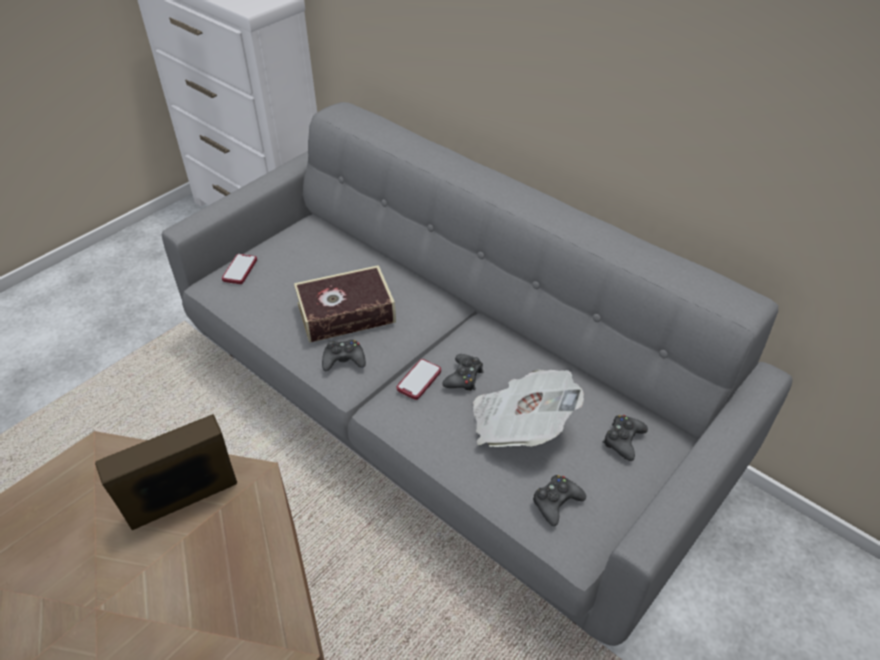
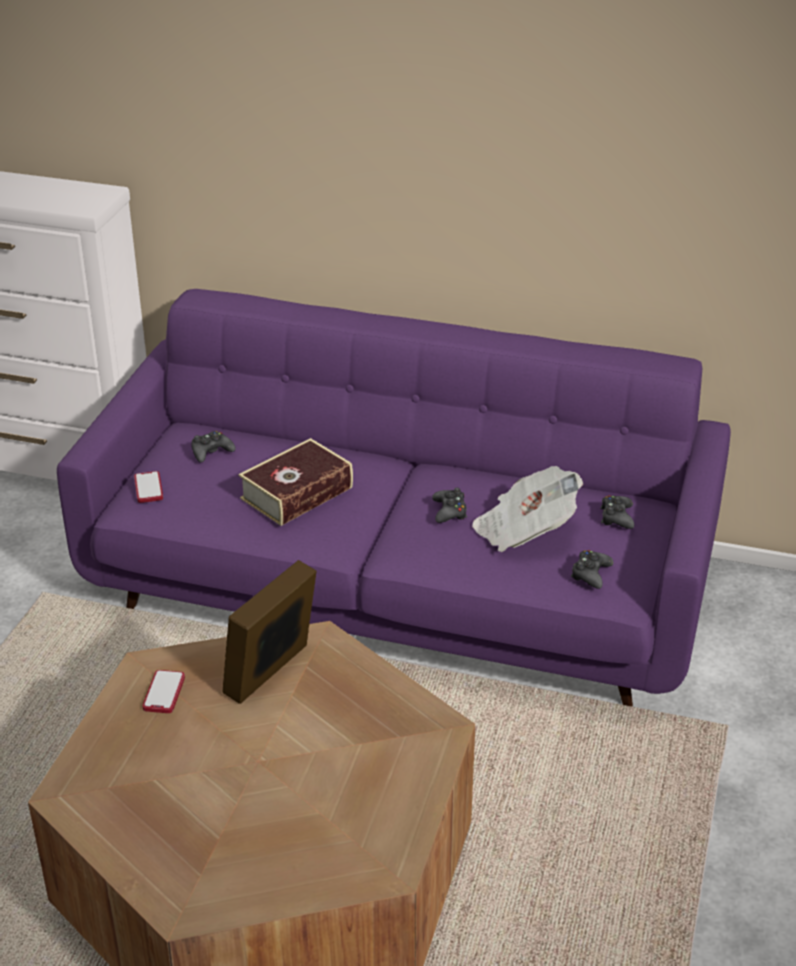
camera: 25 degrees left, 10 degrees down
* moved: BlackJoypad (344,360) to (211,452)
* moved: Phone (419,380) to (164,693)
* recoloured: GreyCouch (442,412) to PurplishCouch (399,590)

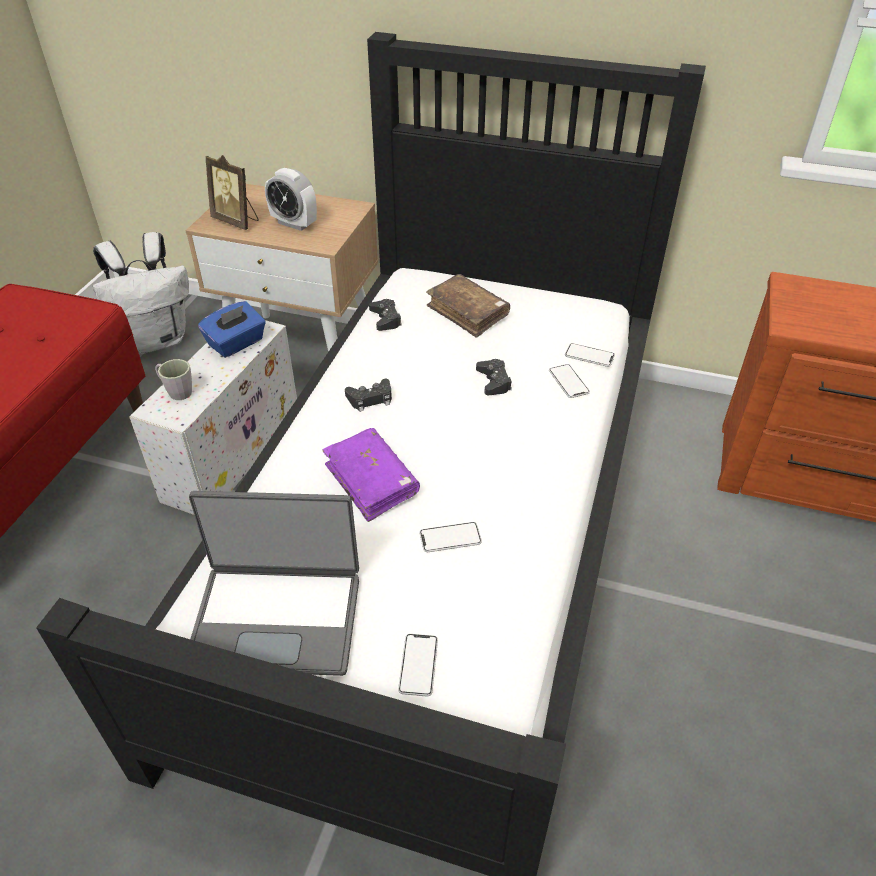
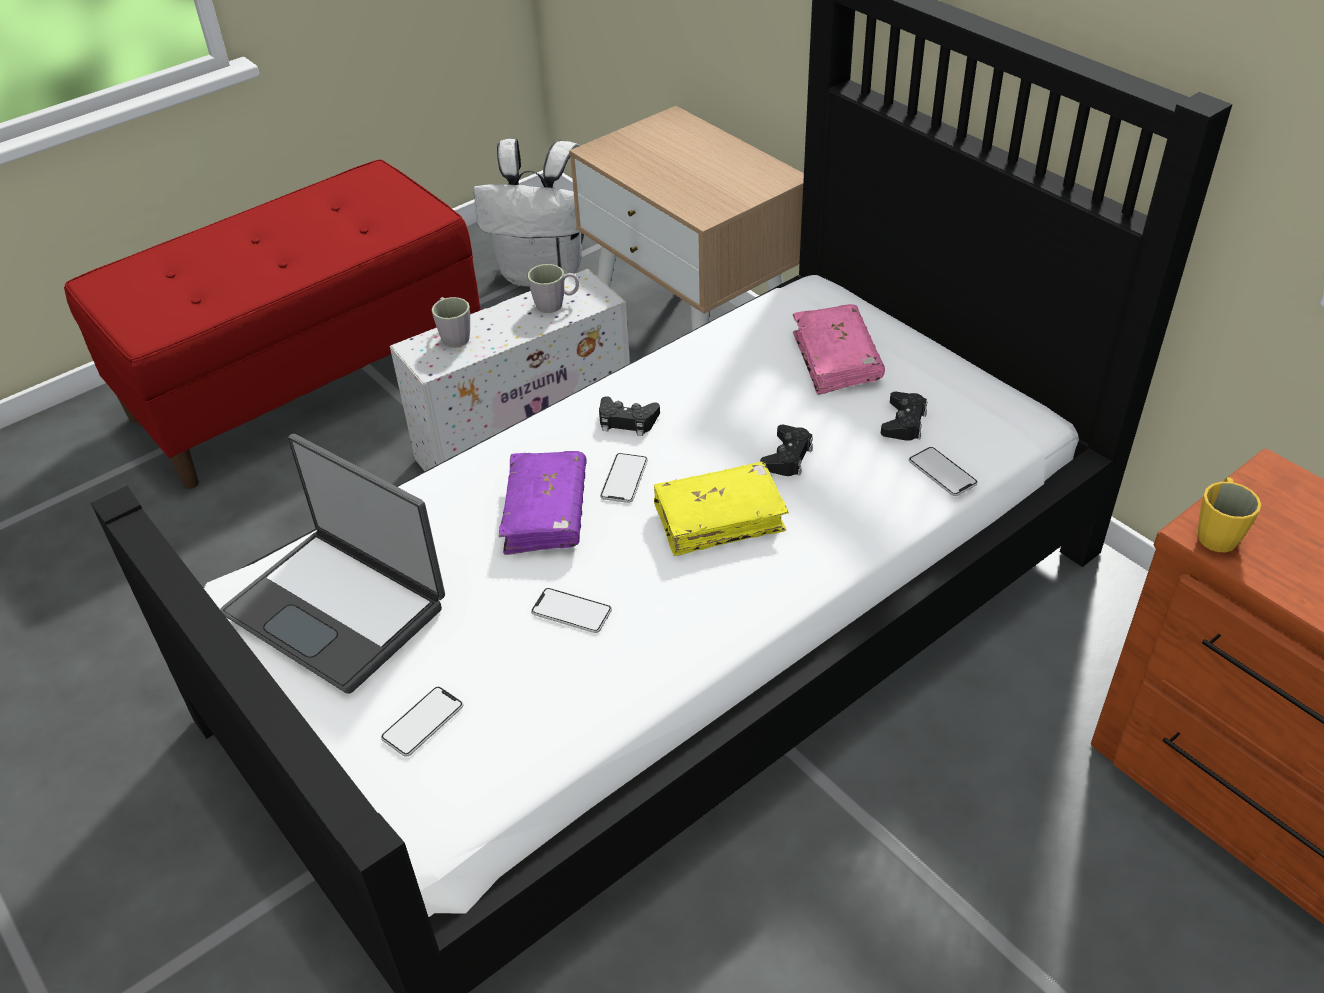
camera: 35 degrees right, 0 degrees up
* removed: StandingFrame (237,221)
* removed: AlarmClock (294,223)
* added: YellowishBoundBook (719,518)
* added: YellowishTeaMug (1217,532)
* moved: BlackJoypad (385,319) to (904,422)
* moved: Phone (568,382) to (624,479)
* replaced: BluishBoxOfTissues (236,343) to GreyTeaMug (555,304)
* recoloured: BrownBoundBook (467,313) to PinkColouredBoundBook (836,359)

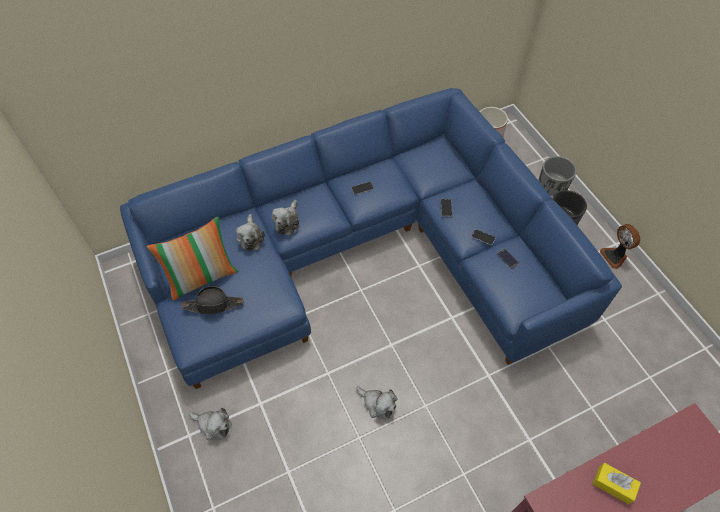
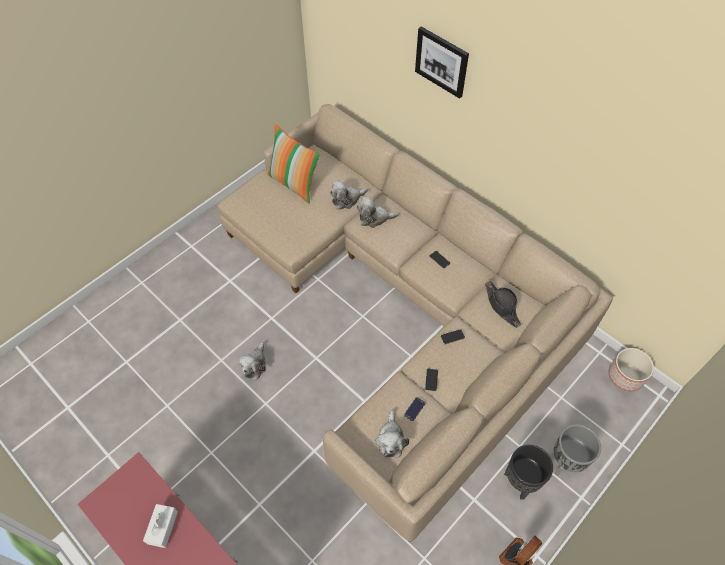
camera: 70 degrees right, 0 degrees up
* added: Picture (442,61)
* moved: BlackClothingHat (213,305) to (502,306)
* moved: PlushToy (213,425) to (391,439)
* recoloured: BluishCouch (362,253) to SandColouredCouch (402,304)
* recoloured: YellowishBoxOfTissues (613,485) to WhiteColouredBoxOfTissues (162,527)

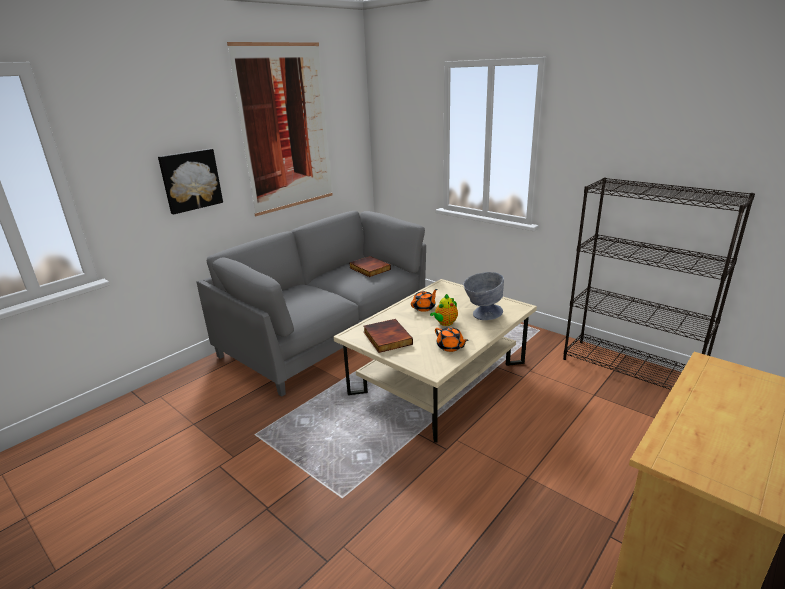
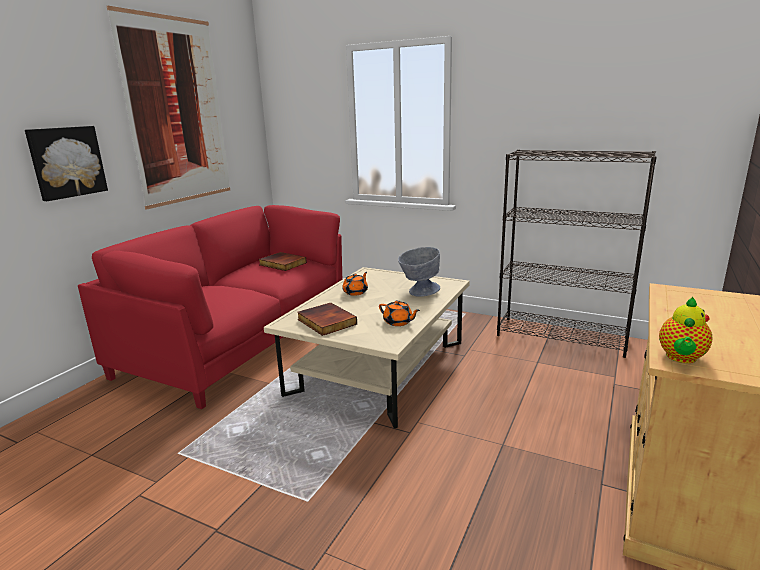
camera: 15 degrees left, 5 degrees down
* moved: TeaPot (445,323) to (681,358)
* recoloured: GreyCouch (327,334) to RedCouch (239,341)

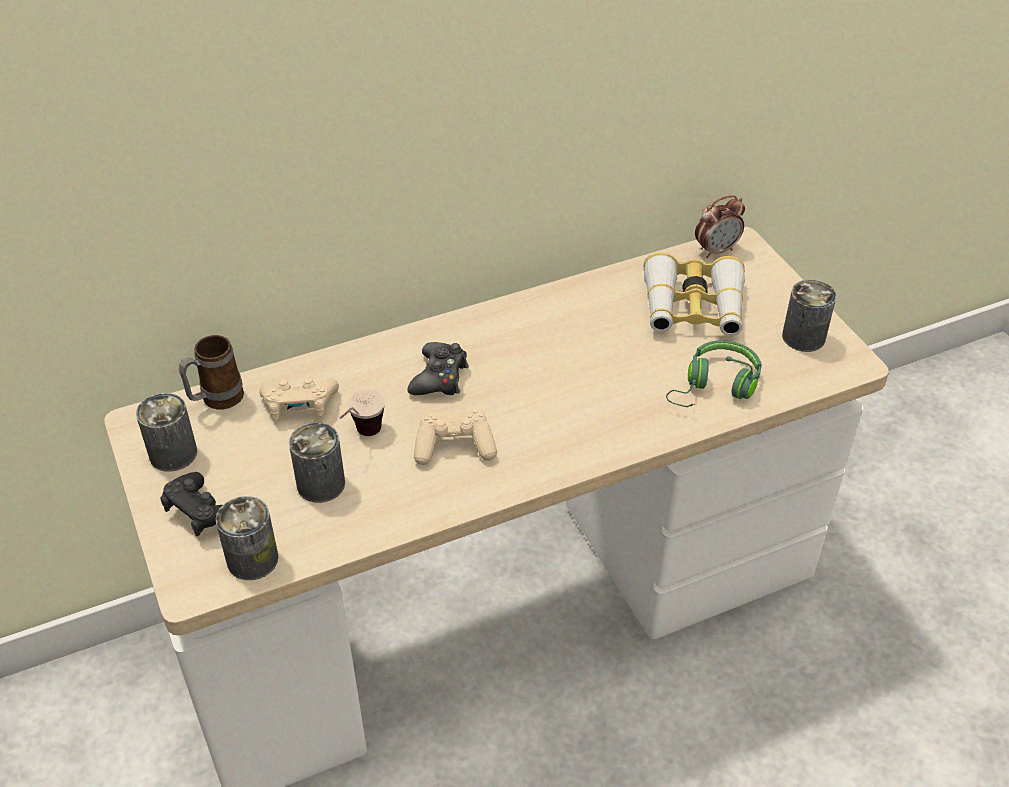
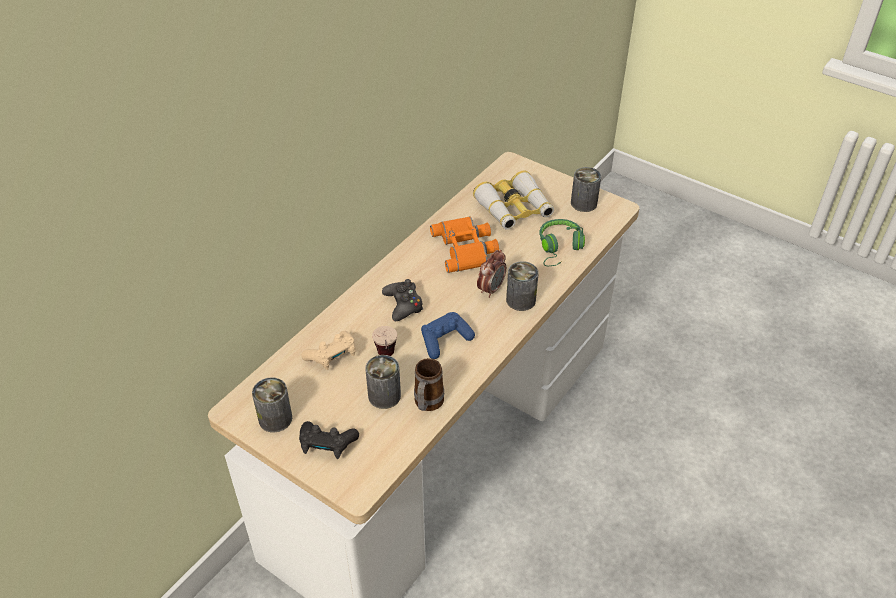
camera: 30 degrees left, 0 degrees up
* added: OrangeBinoculars (466,248)
* moved: TeaMug (216,400) to (427,405)
* moved: Can (252,559) to (521,300)
* moved: AlarmClock (716,250) to (491,289)
* recoloured: SandColouredJoypad (454,447) to BluishJoypad (445,341)

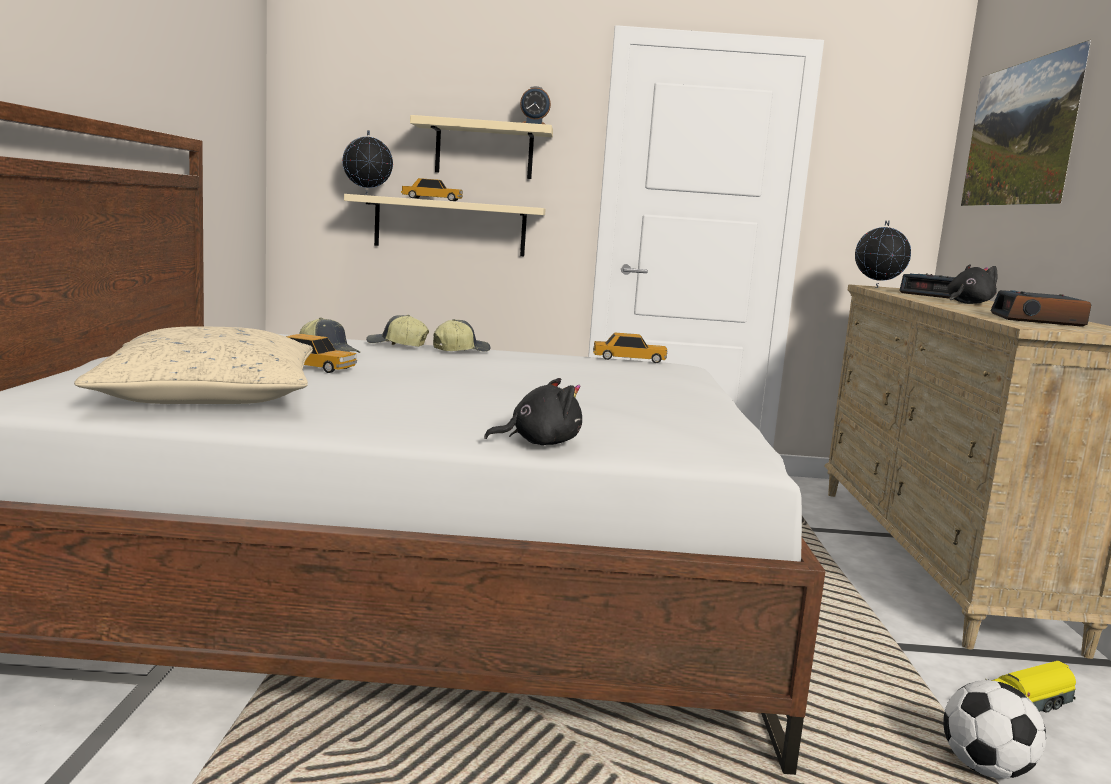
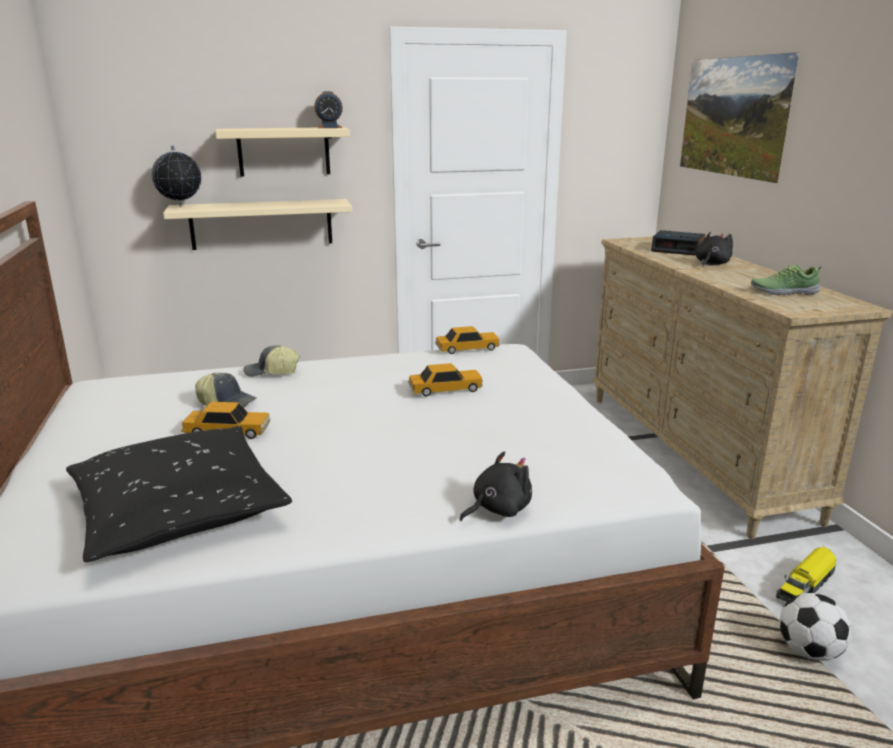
camera: 15 degrees left, 10 degrees up
* removed: PeakedCap (460,350)
* removed: DeskGlobe (878,288)
* moved: MiniatureCar (432,199) to (445,389)
* replaced: AlarmClock (1038,320) to Shoe (783,292)
* recoloured: SandColouredThrowPillow (209,395) to BlackThrowPillow (179,509)

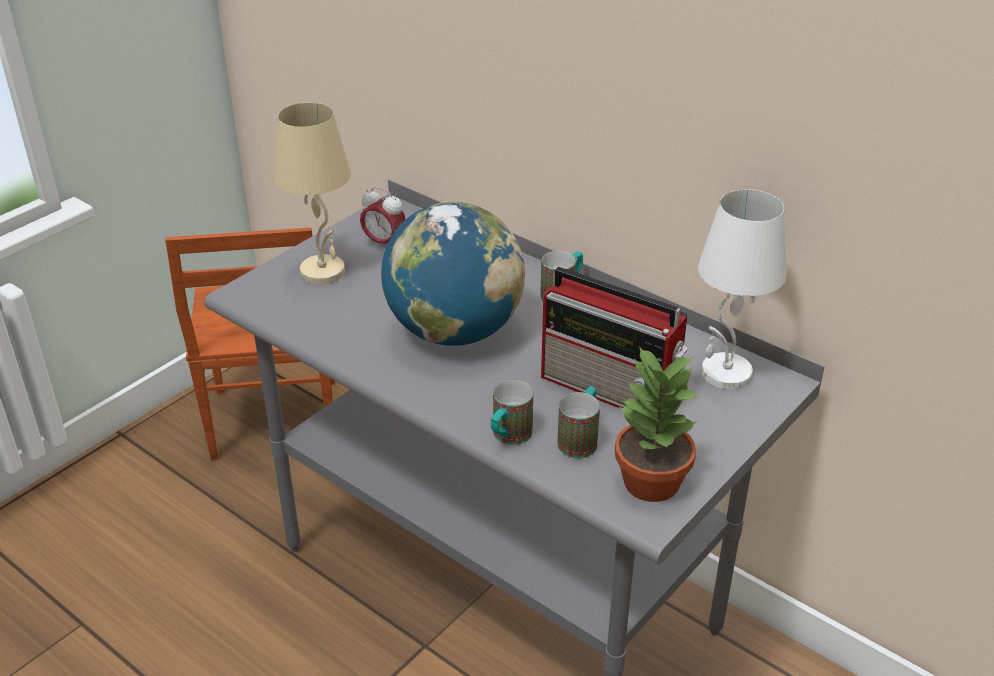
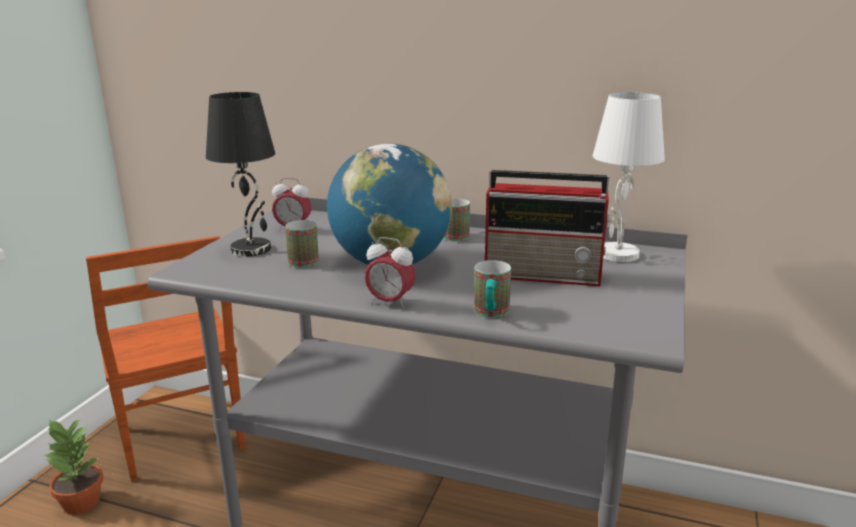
camera: 20 degrees left, 15 degrees down
* added: AlarmClock (390,302)
* moved: TeaMug (580,439) to (305,259)
* moved: PottedPlant (649,482) to (80,502)
* recoloured: SandColouredTabletopLamp (324,272) to BlackTabletopLamp (252,249)

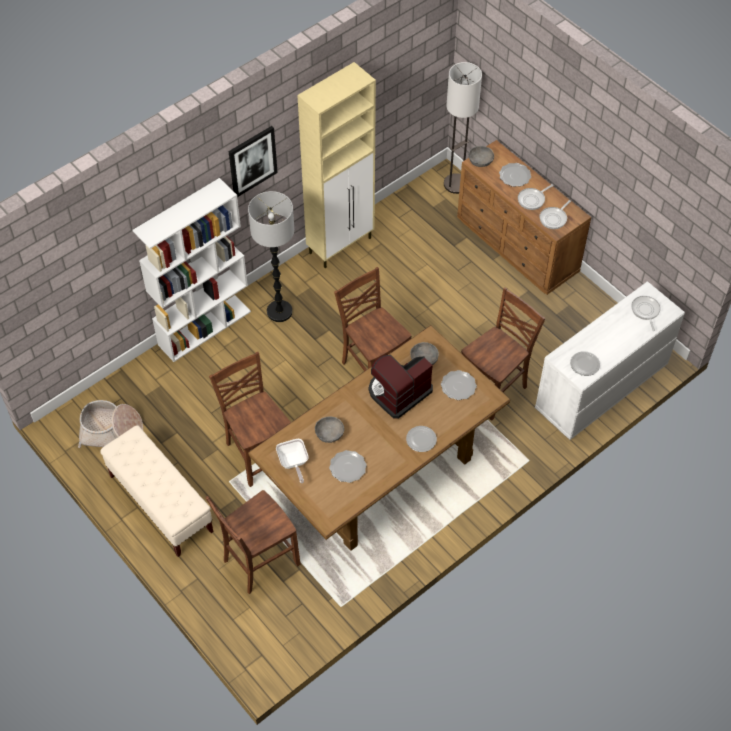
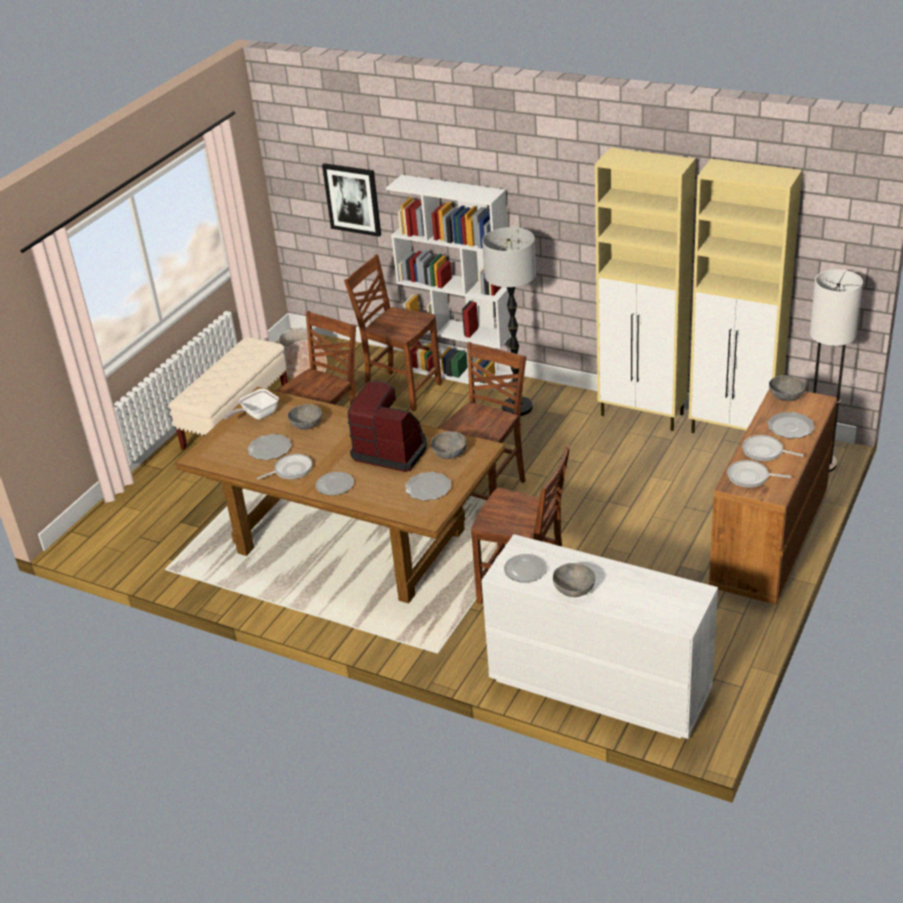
camera: 70 degrees right, 20 degrees down
* added: GreyBowl (574,589)
* added: SandColouredCupboard (734,432)
* moved: BrownUprightChair (259,562) to (401,390)
* moved: Picture (252,161) to (352,199)
* moved: Skillet (645,311) to (291,470)

